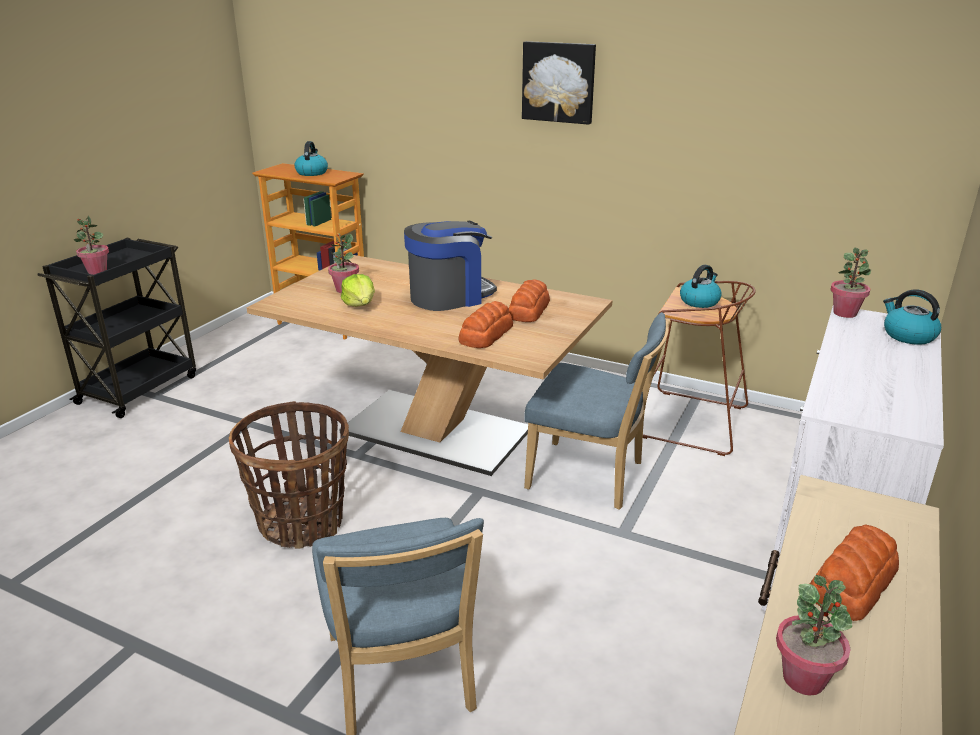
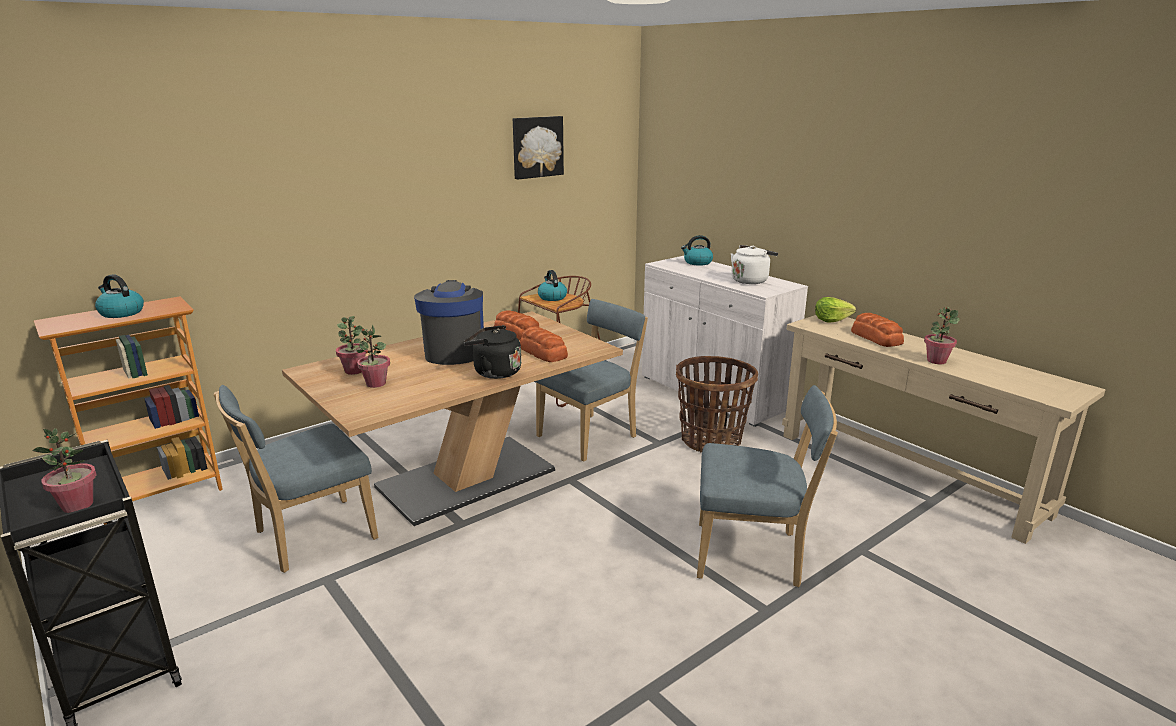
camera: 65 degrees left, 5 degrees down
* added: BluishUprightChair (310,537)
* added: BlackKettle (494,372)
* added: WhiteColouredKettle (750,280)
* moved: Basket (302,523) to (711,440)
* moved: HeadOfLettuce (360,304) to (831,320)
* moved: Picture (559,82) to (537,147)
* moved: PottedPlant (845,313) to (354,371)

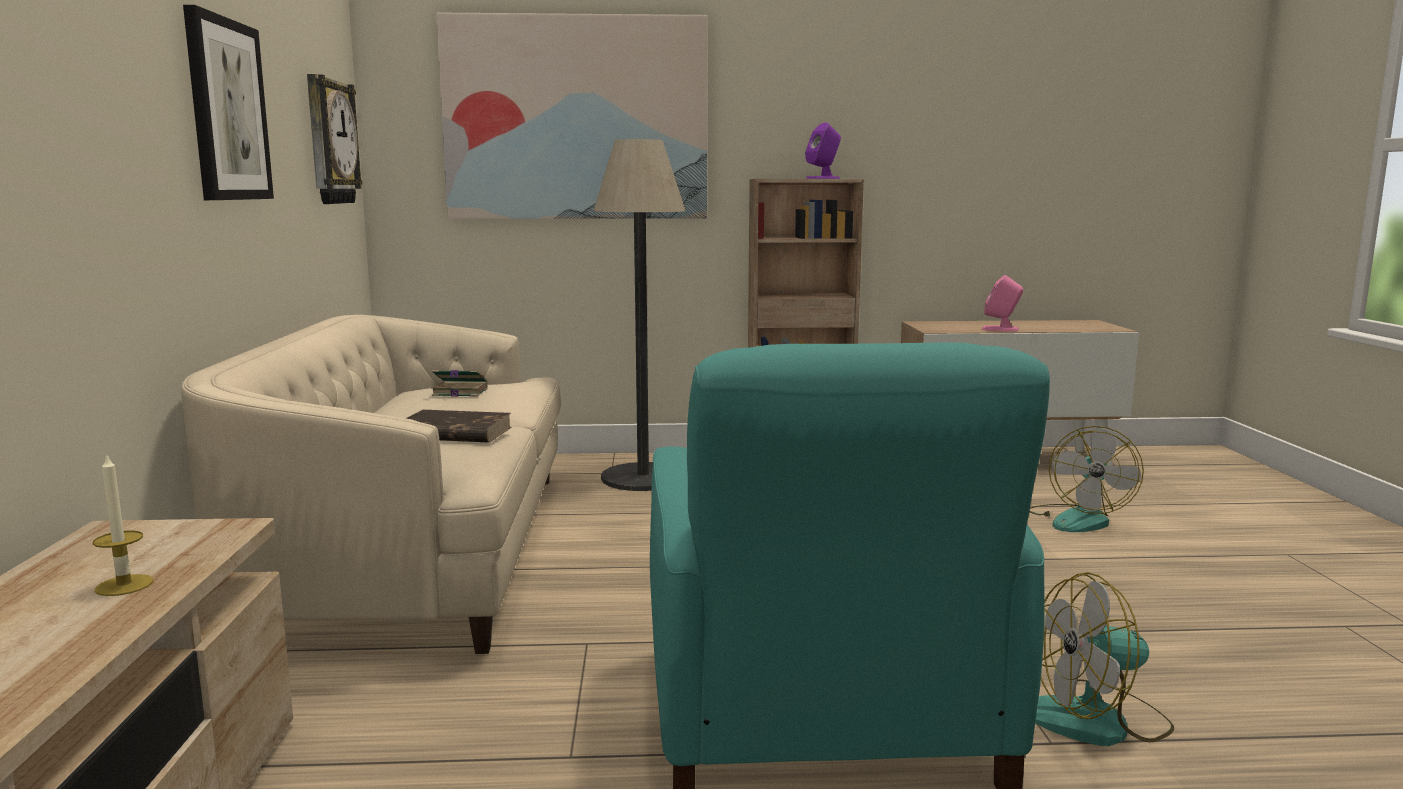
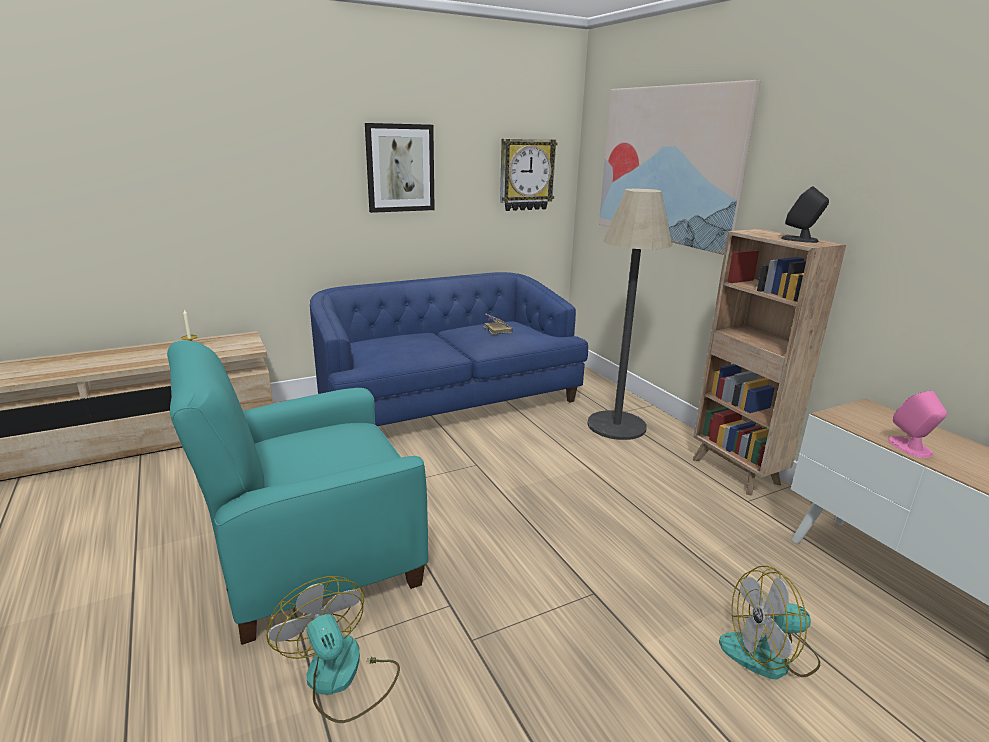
camera: 65 degrees right, 10 degrees up
* removed: BrownBoundBook (453,433)
* recoloured: SandColouredCouch (419,551) to BluishCouch (447,401)
* recoloured: PurplishSpeaker (823,178) to BlackSpeaker (800,239)

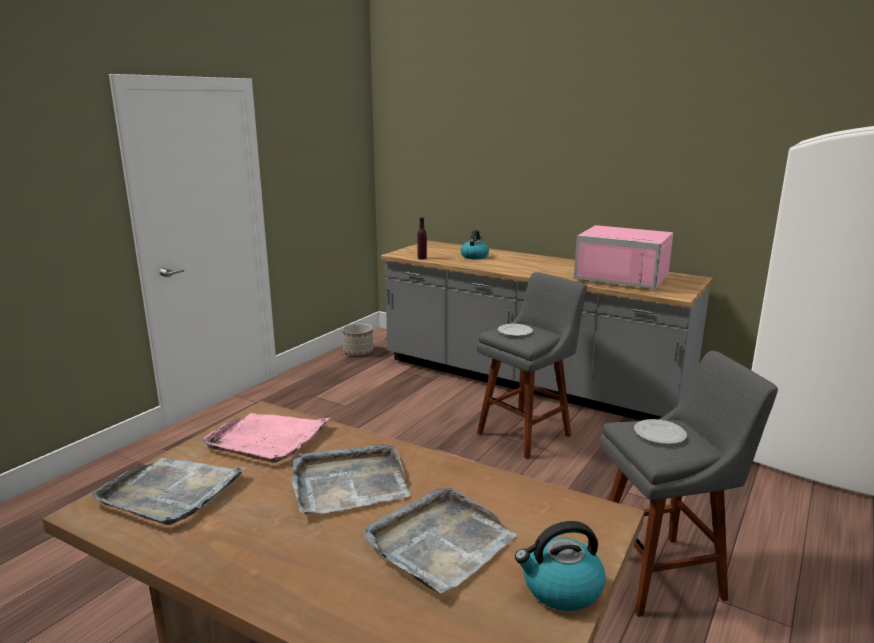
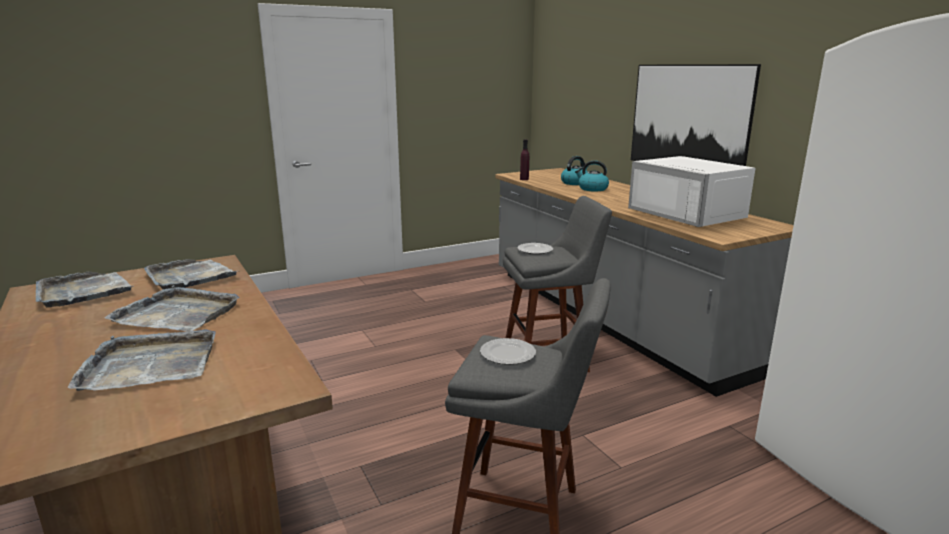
camera: 30 degrees right, 0 degrees up
* removed: PlantPot (358,352)
* added: Picture (688,118)
* moved: Kettle (561,588) to (592,189)
* recoloured: PinkColouredServingTray (267,439) to GreyServingTray (190,276)
* recoloured: PinkColouredMicrowaveOven (623,277) to WhiteColouredMicrowaveOven (691,215)

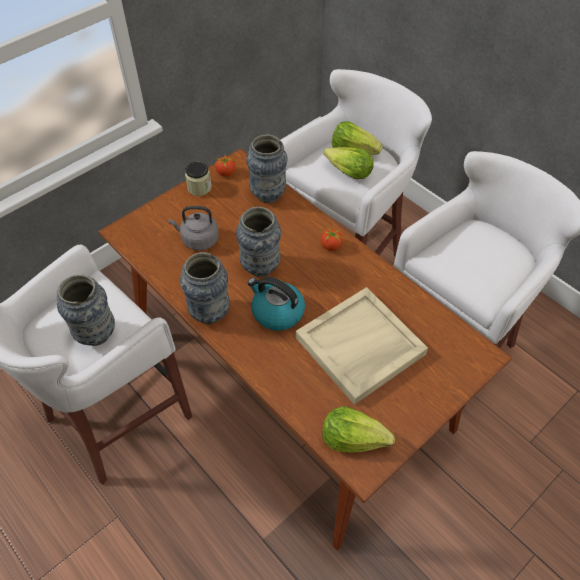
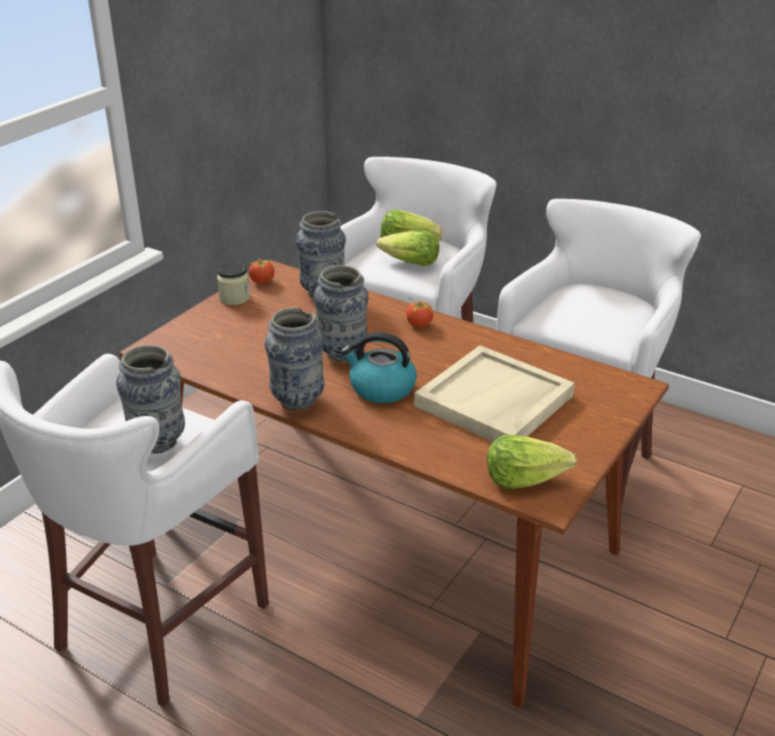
camera: 15 degrees left, 20 degrees down
* removed: GreyKettle (198,240)

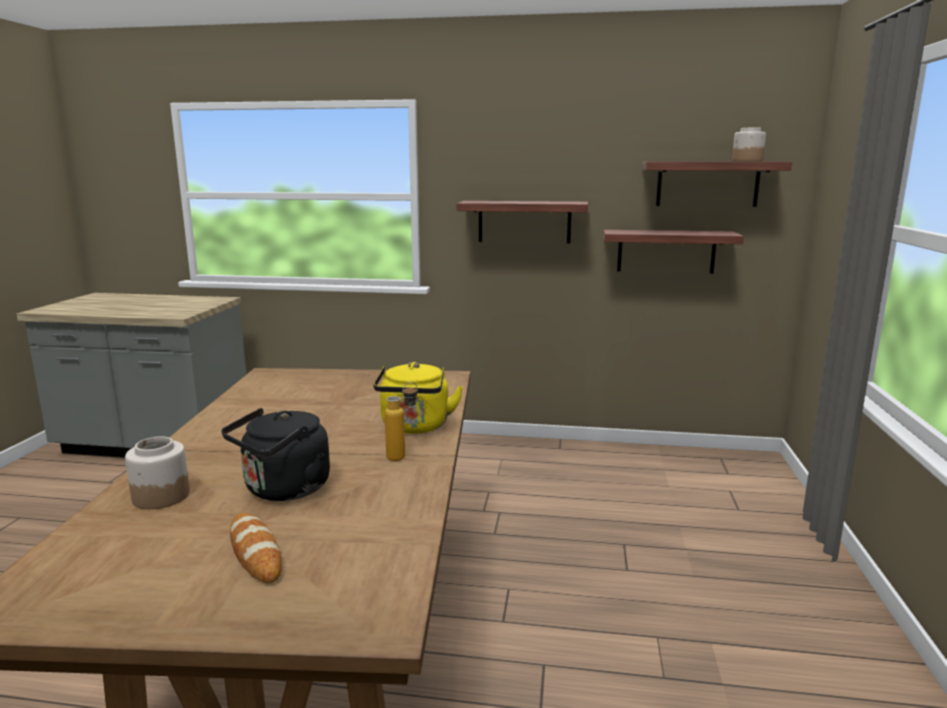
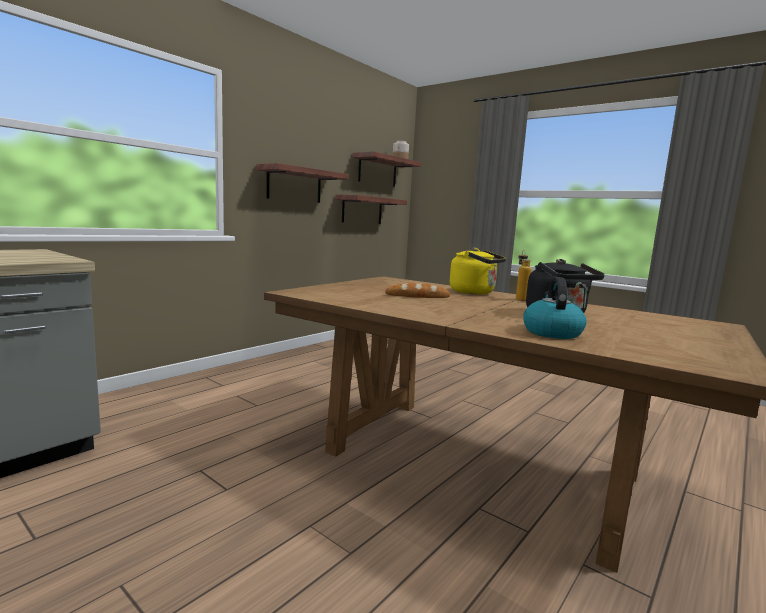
camera: 60 degrees left, 5 degrees down
* moved: Bread (255,552) to (417,296)
* replaced: StorageJar (160,496) to Kettle (551,332)

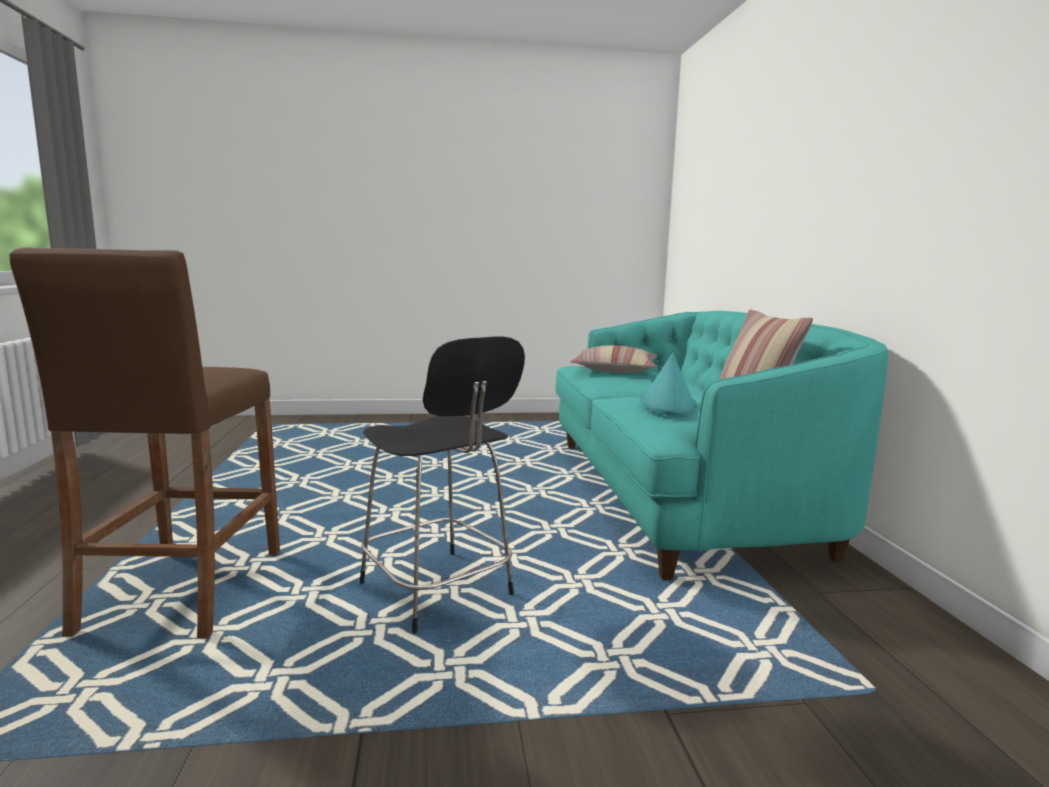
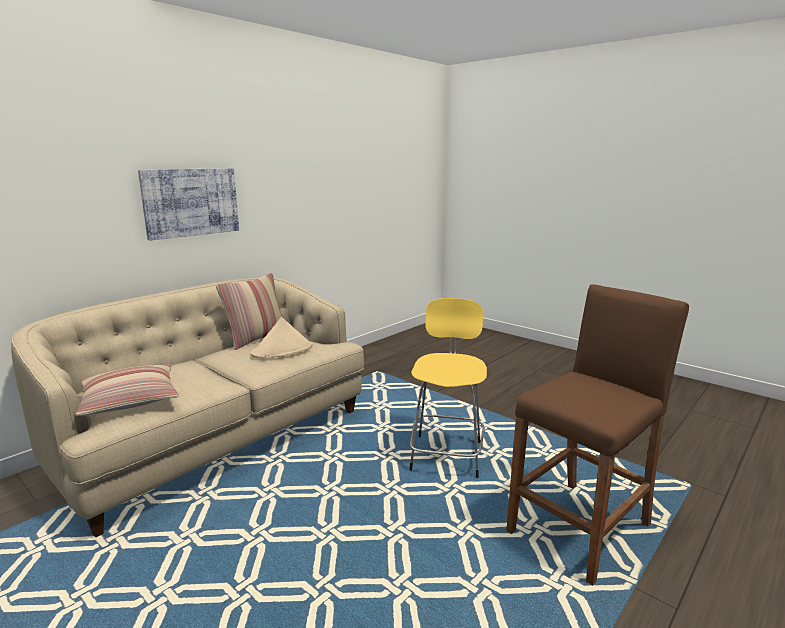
camera: 130 degrees left, 5 degrees up
* added: Picture (191,202)
* recoloured: BlackStool (438,592) to YellowishStool (447,454)
* recoloured: TurquoiseCouch (677,494) to SandColouredCouch (216,439)
* recoloured: TurquoiseClothingHat (668,405) to SandColouredClothingHat (283,350)

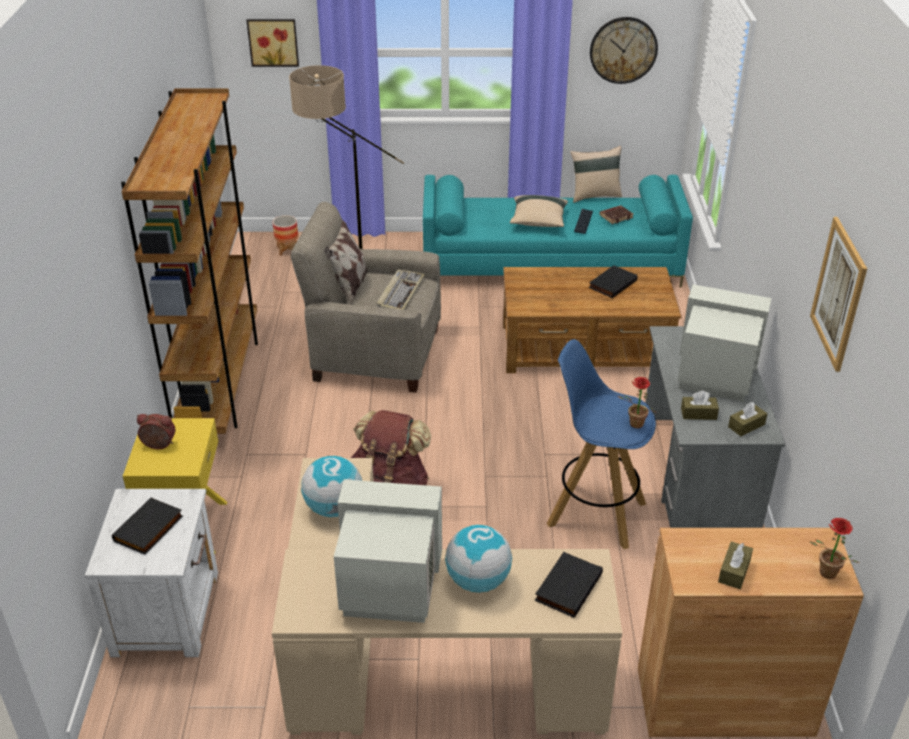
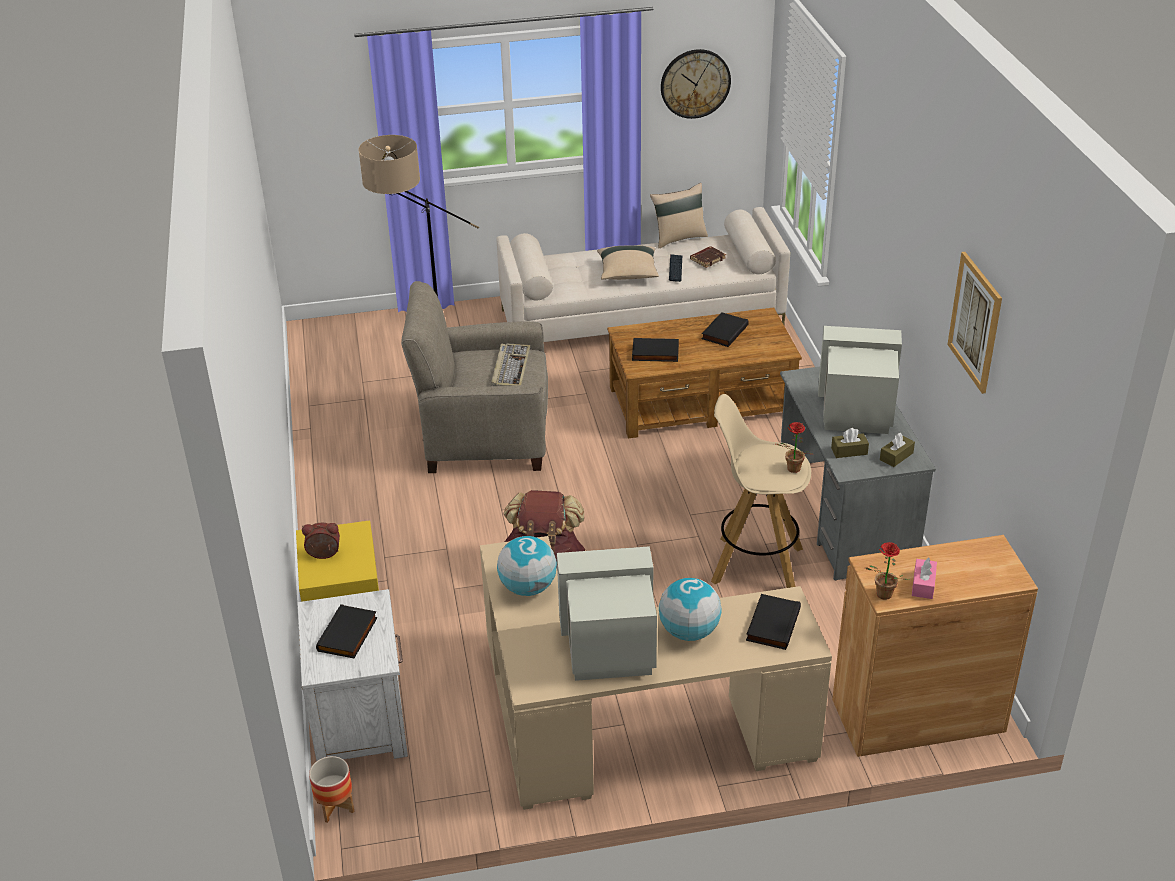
camera: 10 degrees left, 0 degrees up
* removed: BrownShelvingUnit (219,383)
* removed: Picture (273,41)
* removed: ThrowPillow (349,288)
* added: BlackBoundBook (655,353)
* moved: PlantPot (287,250) to (335,807)
* moved: PottedPlant (824,574) to (881,596)
* recoloured: TurquoiseCouch (551,264) to SandColouredCouch (642,317)
* recoloured: BluishStool (595,513) to SandColouredStool (755,565)
* recoloured: BrownBoxOfTissues (734,571) to PinkColouredBoxOfTissues (923,585)

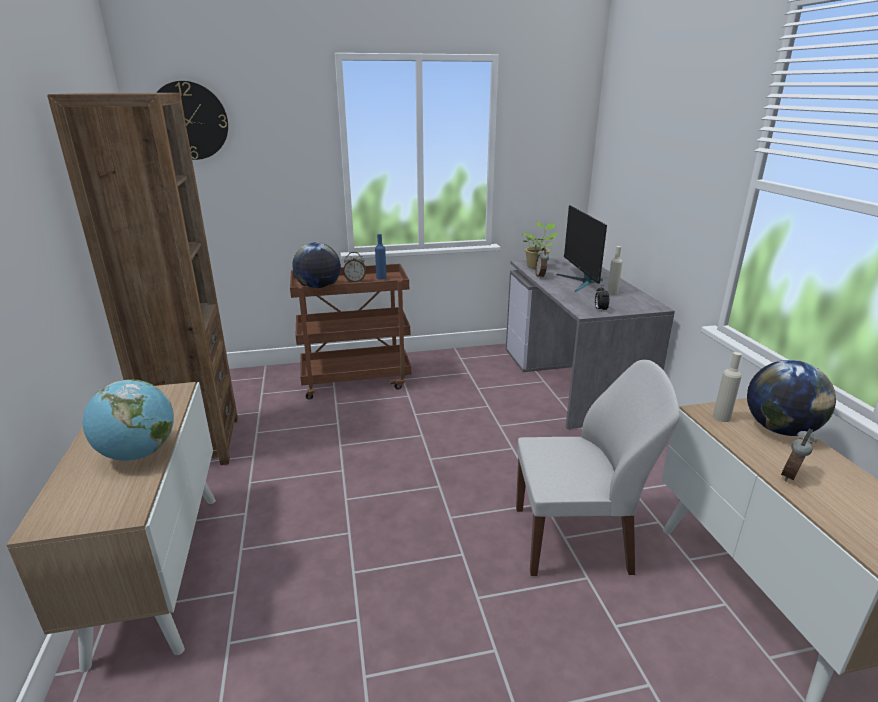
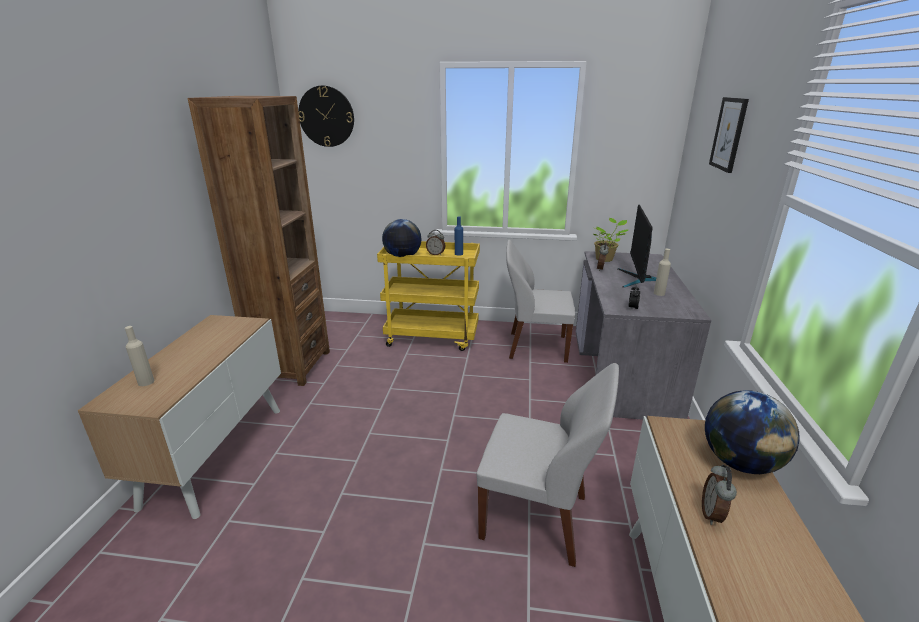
camera: 20 degrees right, 0 degrees up
* removed: DeskGlobe (138,454)
* added: WhiteColouredUprightChair (535,347)
* added: Picture (728,134)
* moved: SandColouredBottle (721,417) to (146,382)
* recoloured: BrownTrolley (356,380) to YellowishTrolley (433,337)
* turned: AlarmClock (792,476) = (712,514) 45 degrees counterclockwise

